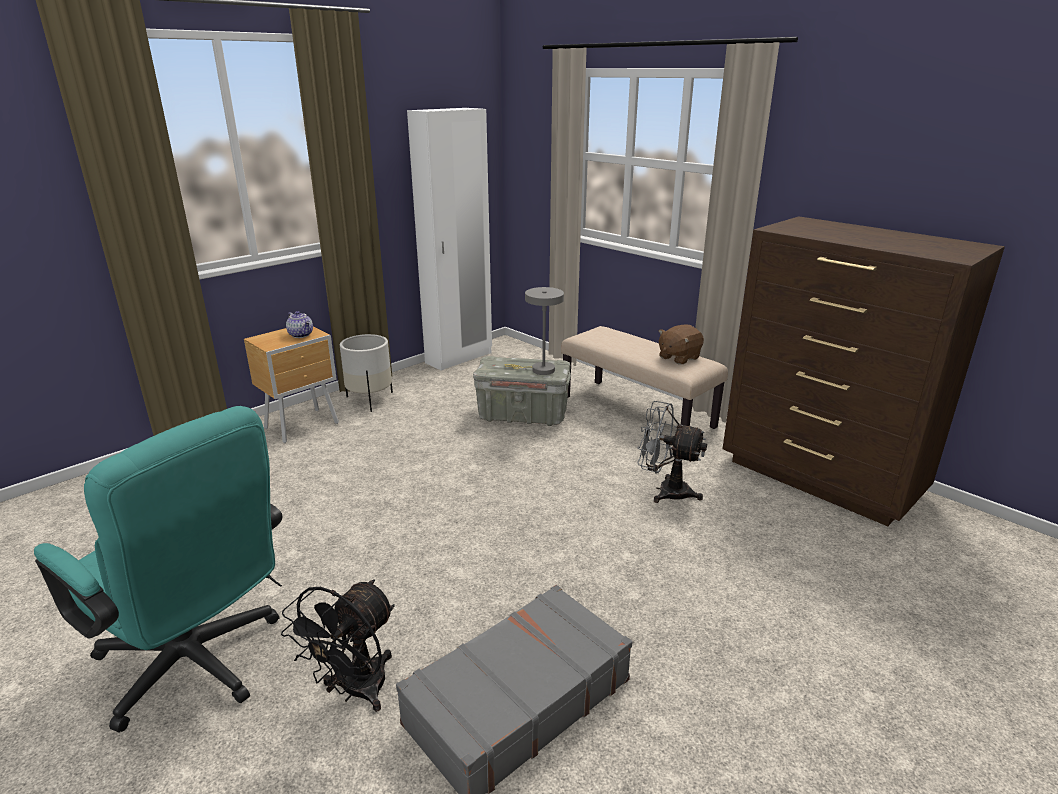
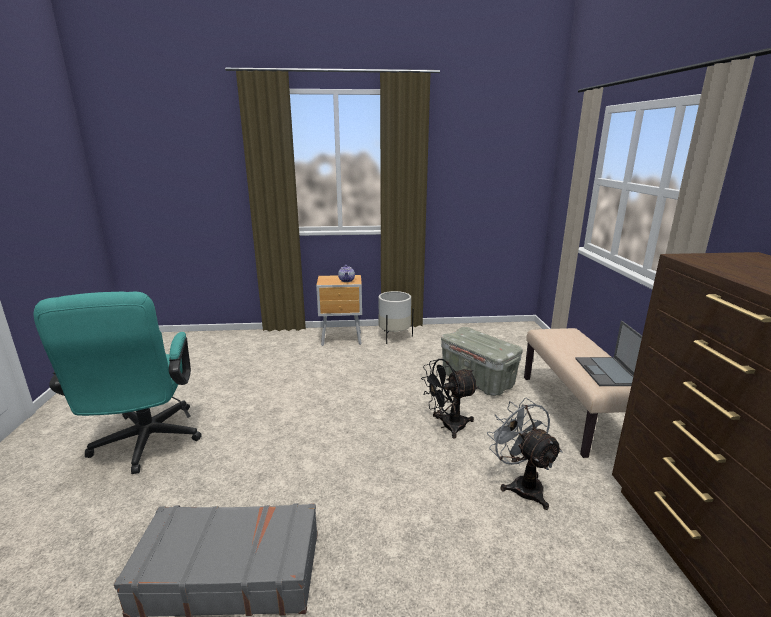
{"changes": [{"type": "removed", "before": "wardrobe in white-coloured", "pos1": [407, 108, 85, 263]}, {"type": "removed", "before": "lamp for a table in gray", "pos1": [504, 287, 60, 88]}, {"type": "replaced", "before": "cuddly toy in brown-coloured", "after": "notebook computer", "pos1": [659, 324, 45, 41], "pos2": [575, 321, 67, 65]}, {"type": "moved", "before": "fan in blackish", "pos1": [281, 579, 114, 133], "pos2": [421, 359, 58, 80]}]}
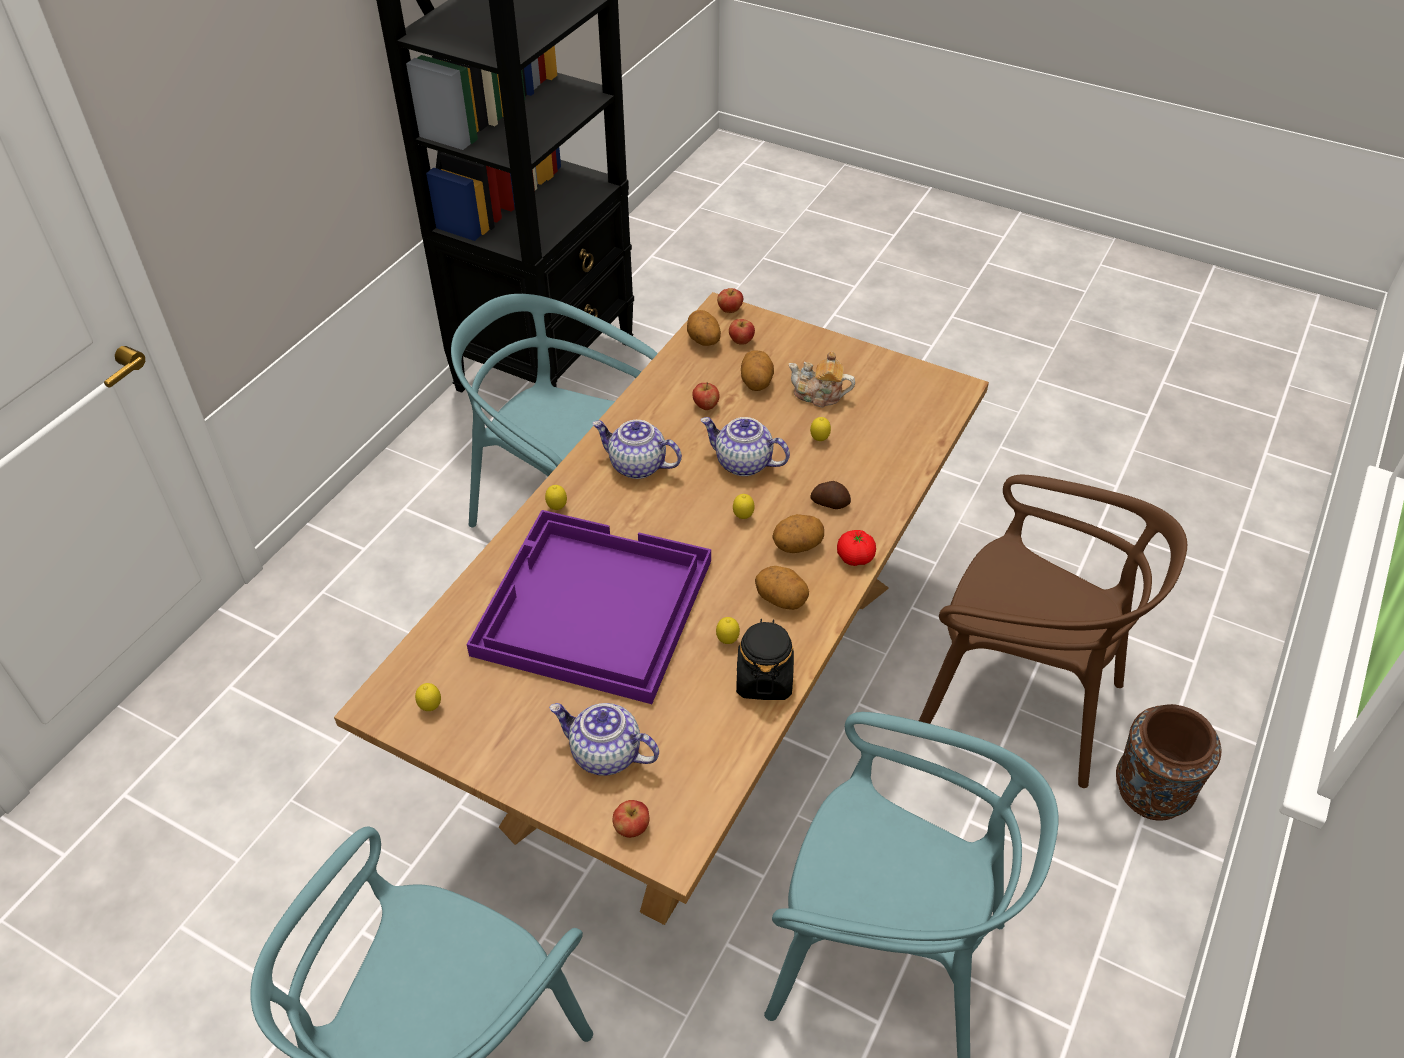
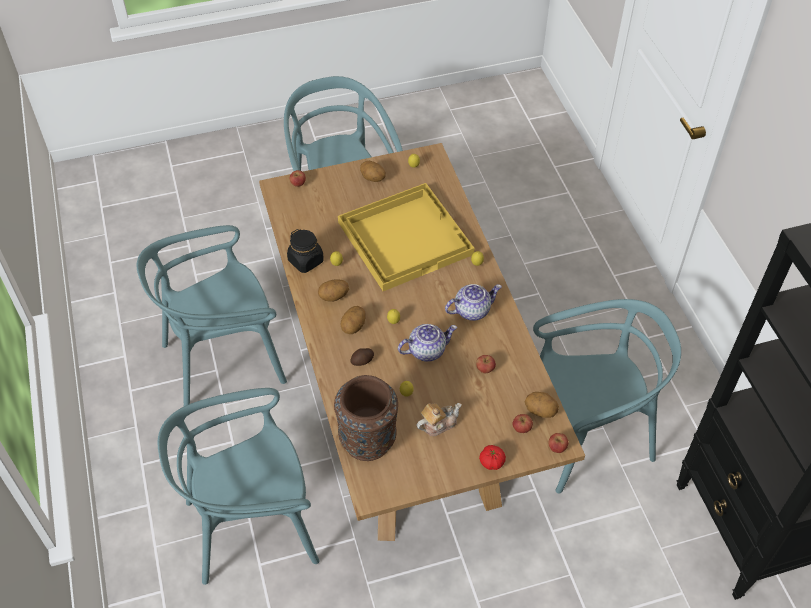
{"changes": [{"type": "moved", "before": "potato", "pos1": [741, 350, 33, 41], "pos2": [360, 161, 26, 21]}, {"type": "recoloured", "before": "chair in brown-coloured", "after": "chair in turquoise", "pos1": [919, 475, 268, 313], "pos2": [158, 388, 162, 197]}, {"type": "recoloured", "before": "serving tray in purple", "after": "serving tray in yellow-coloured", "pos1": [467, 510, 244, 194], "pos2": [338, 183, 137, 108]}, {"type": "moved", "before": "whole tomato", "pos1": [837, 530, 39, 36], "pos2": [479, 445, 27, 25]}, {"type": "removed", "before": "pot for tea", "pos1": [549, 703, 110, 73]}, {"type": "moved", "before": "decorative vase in brown-coloured", "pos1": [1116, 704, 105, 117], "pos2": [334, 375, 64, 86]}]}
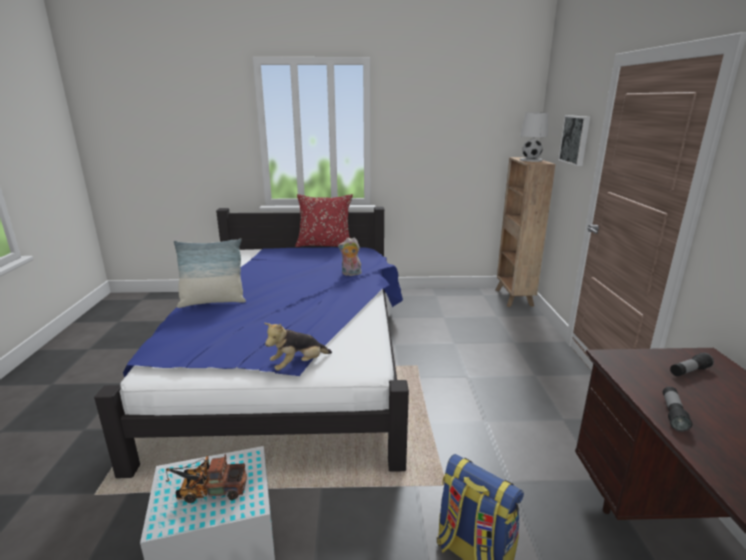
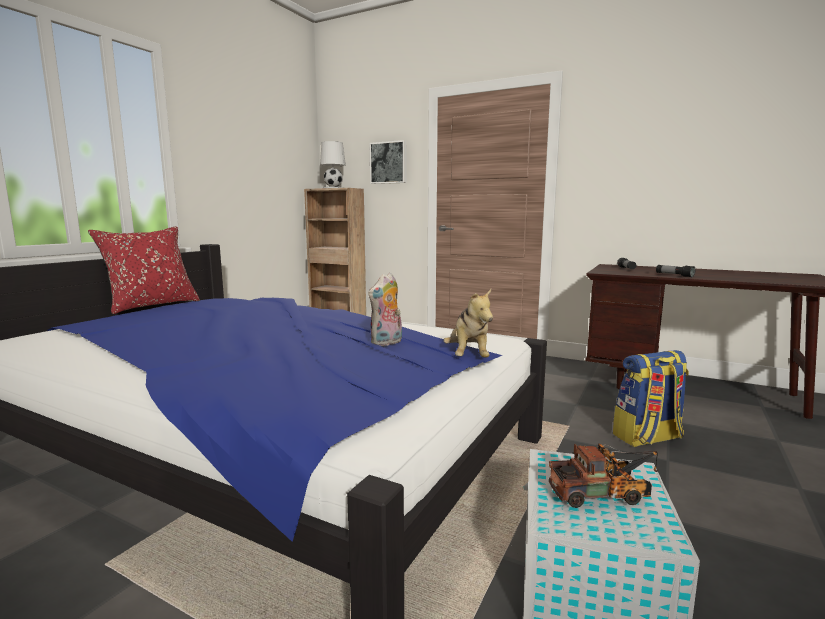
{"changes": [{"type": "moved", "before": "cuddly toy", "pos1": [338, 237, 24, 39], "pos2": [368, 273, 34, 73]}, {"type": "removed", "before": "cushion", "pos1": [174, 238, 72, 70]}, {"type": "turned", "before": "toy lorry", "pos1": [166, 454, 81, 49], "pos2": [549, 443, 109, 65], "turn": -120}]}
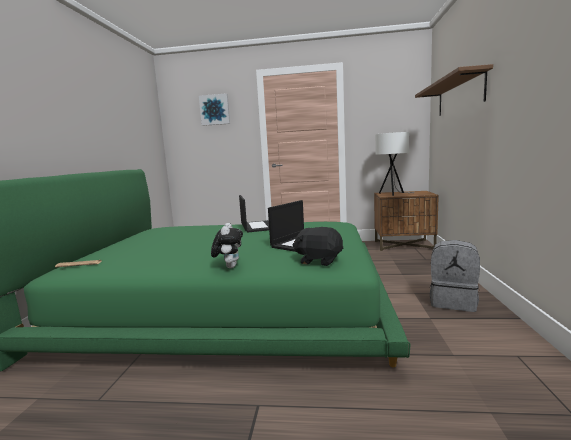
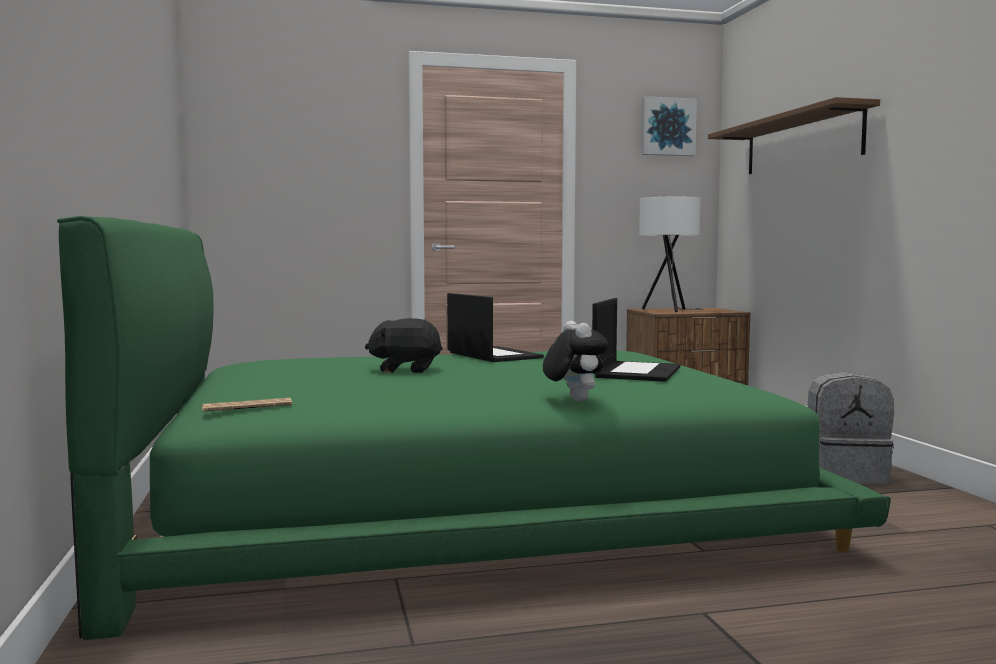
{"changes": [{"type": "moved", "before": "wall picture", "pos1": [199, 93, 31, 33], "pos2": [641, 96, 56, 60]}, {"type": "moved", "before": "cuddly toy in blackish", "pos1": [293, 227, 50, 39], "pos2": [365, 318, 78, 55]}]}
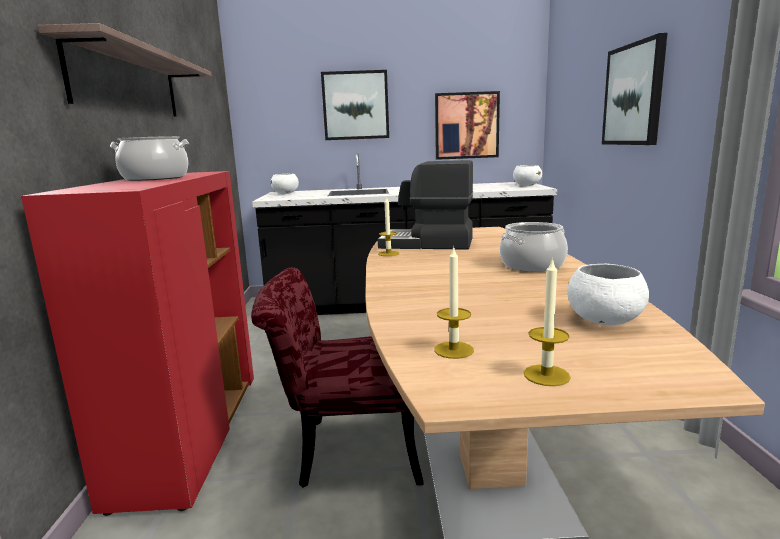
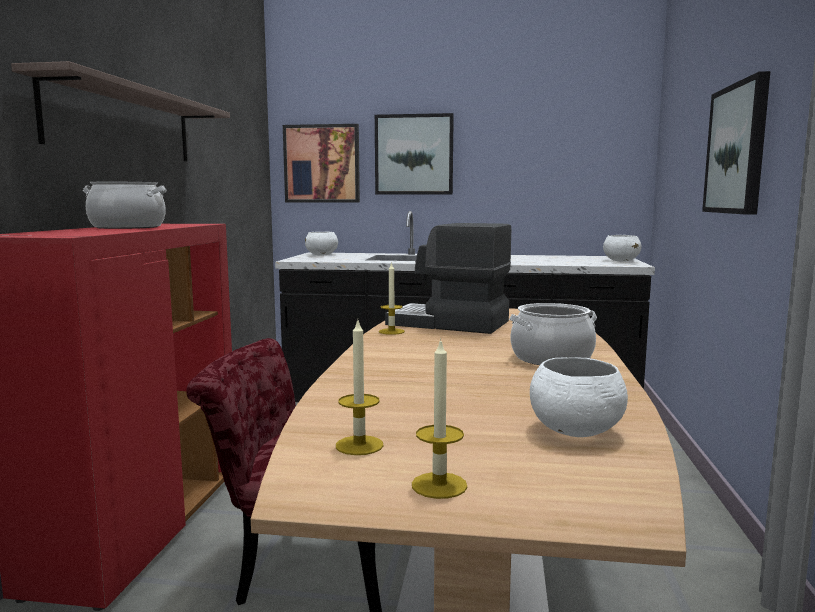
{"changes": [{"type": "moved", "before": "wall picture", "pos1": [435, 91, 65, 69], "pos2": [283, 124, 77, 79]}]}
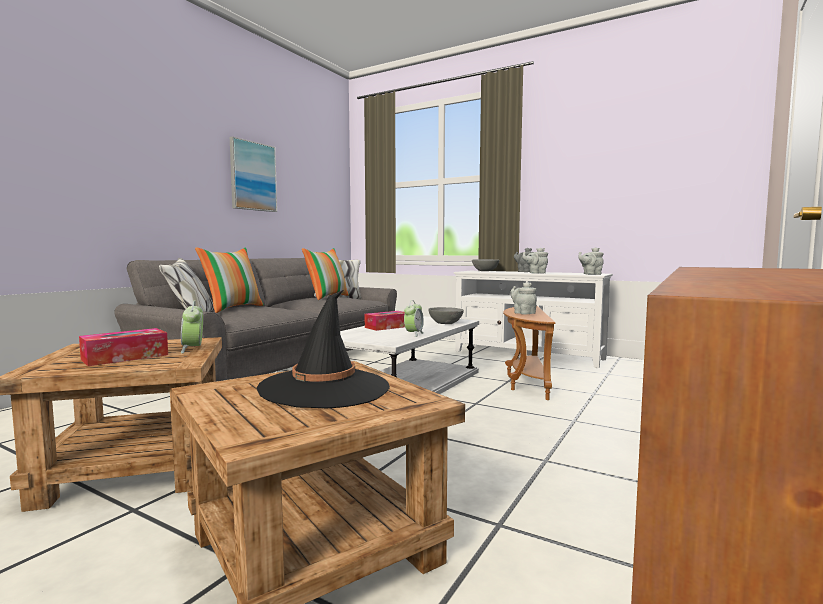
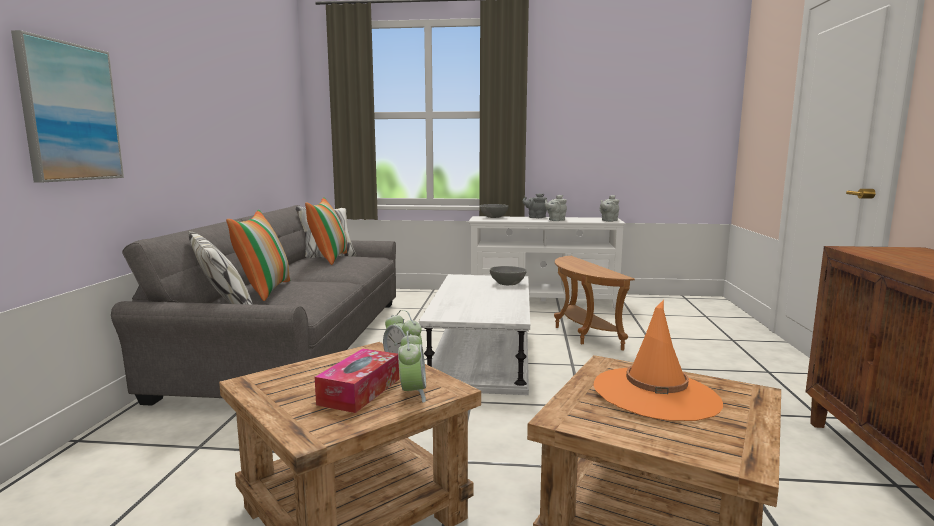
{"changes": [{"type": "moved", "before": "wall picture", "pos1": [230, 136, 47, 76], "pos2": [11, 30, 113, 153]}, {"type": "removed", "before": "pot for tea in gray", "pos1": [510, 282, 27, 33]}, {"type": "recoloured", "before": "hat in blackish", "after": "hat in orangey", "pos1": [257, 290, 133, 118], "pos2": [593, 300, 130, 121]}, {"type": "moved", "before": "bedside clock", "pos1": [404, 300, 20, 37], "pos2": [398, 331, 28, 72]}, {"type": "removed", "before": "box of tissues", "pos1": [365, 311, 40, 20]}]}
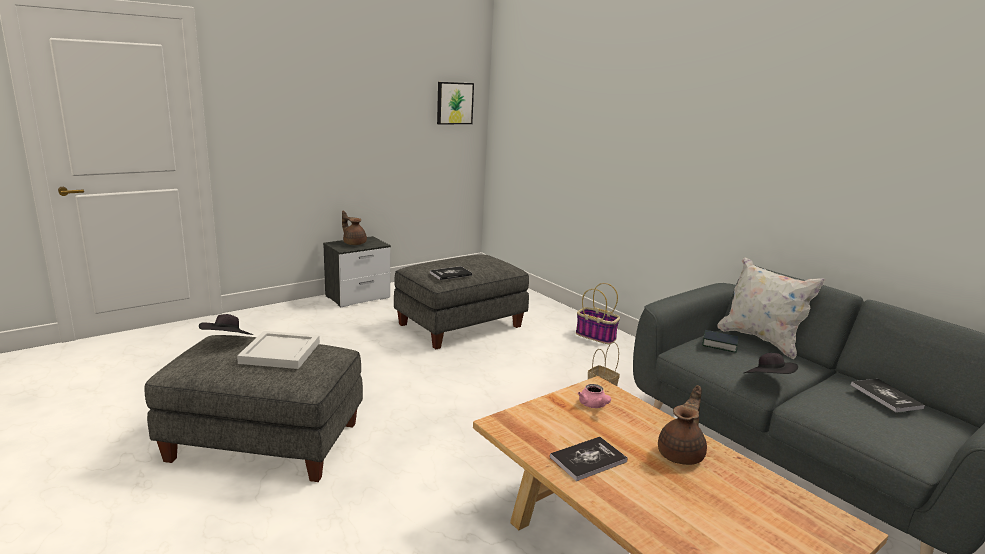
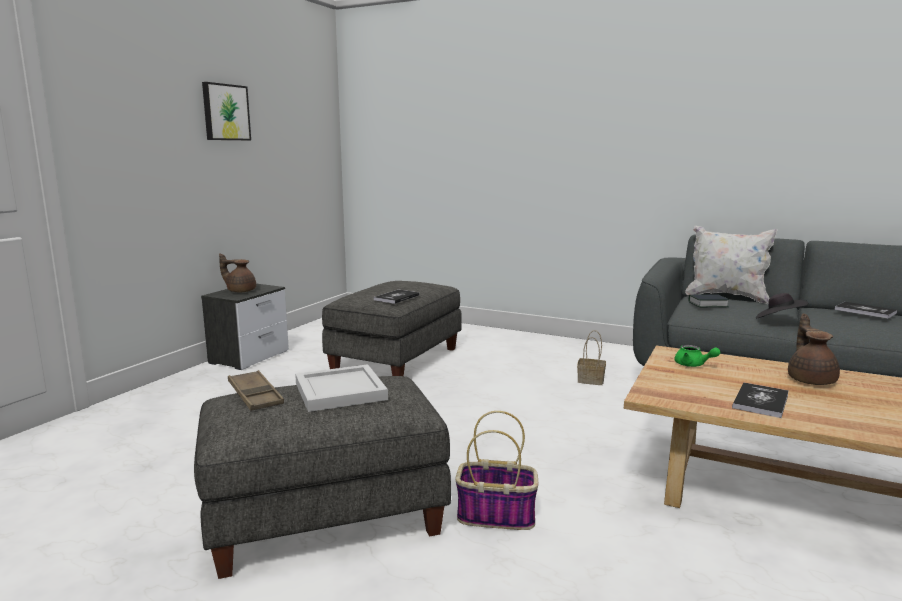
{"changes": [{"type": "moved", "before": "wall picture", "pos1": [437, 82, 37, 43], "pos2": [202, 82, 49, 58]}, {"type": "moved", "before": "basket", "pos1": [576, 283, 44, 61], "pos2": [455, 411, 83, 119]}, {"type": "replaced", "before": "hat in blackish", "after": "serving tray in brown-coloured", "pos1": [199, 314, 54, 21], "pos2": [228, 370, 56, 41]}, {"type": "recoloured", "before": "pot for tea in pinkish", "after": "pot for tea in green-coloured", "pos1": [578, 384, 33, 24], "pos2": [675, 345, 45, 22]}]}
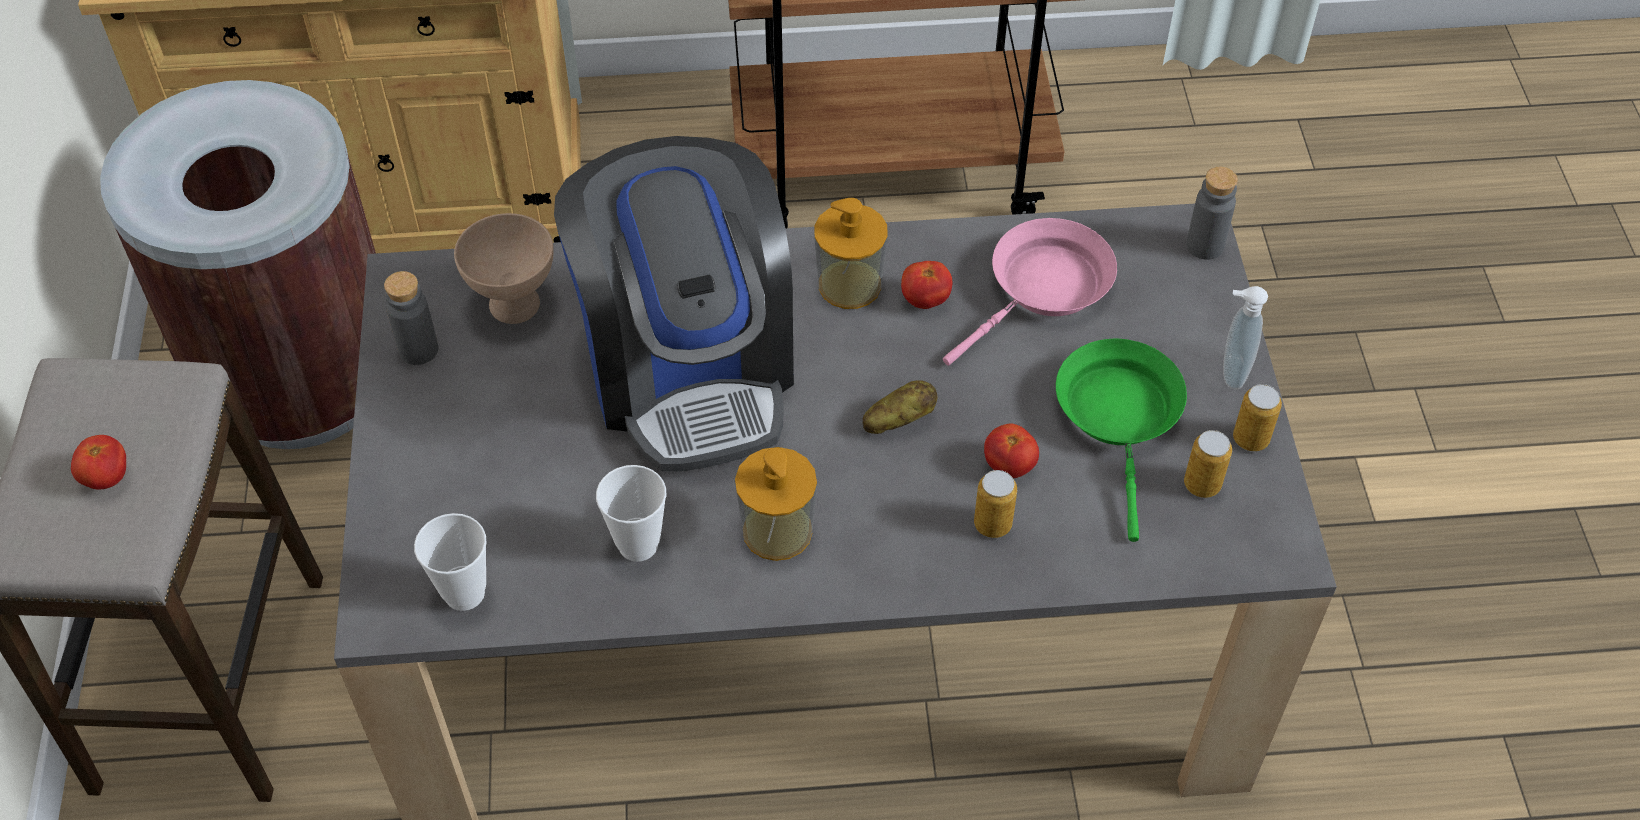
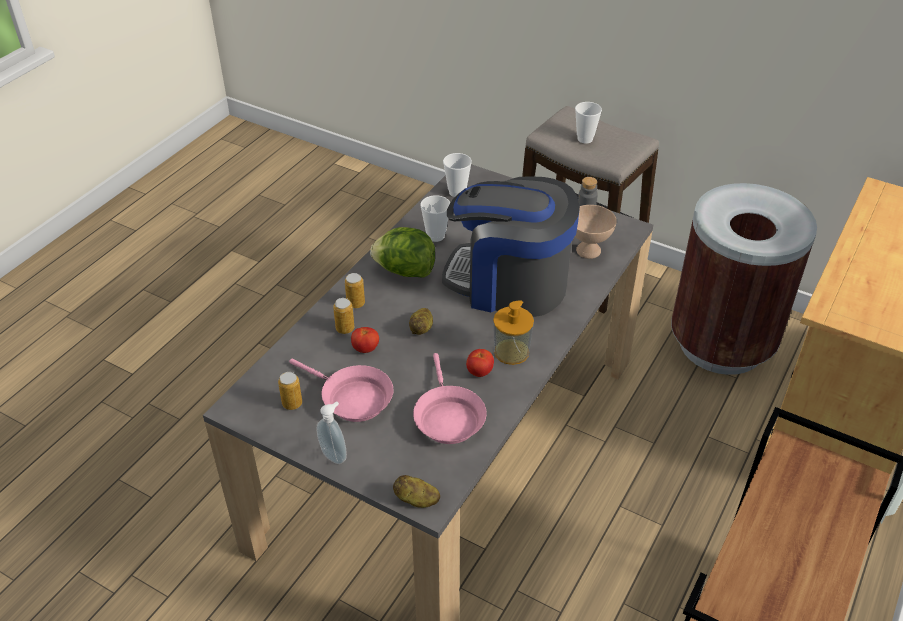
{"changes": [{"type": "replaced", "before": "bottle in gray", "after": "potato", "pos1": [1186, 167, 52, 93], "pos2": [393, 475, 47, 33]}, {"type": "recoloured", "before": "pan in green-coloured", "after": "pan in pinkish", "pos1": [1056, 338, 131, 204], "pos2": [289, 359, 104, 63]}, {"type": "moved", "before": "sealed can", "pos1": [1233, 384, 49, 67], "pos2": [345, 273, 20, 35]}, {"type": "replaced", "before": "whole tomato", "after": "drinking cup", "pos1": [71, 435, 55, 55], "pos2": [575, 102, 27, 42]}, {"type": "replaced", "before": "liquid soap bottle", "after": "lettuce", "pos1": [735, 447, 82, 114], "pos2": [370, 227, 65, 51]}]}
